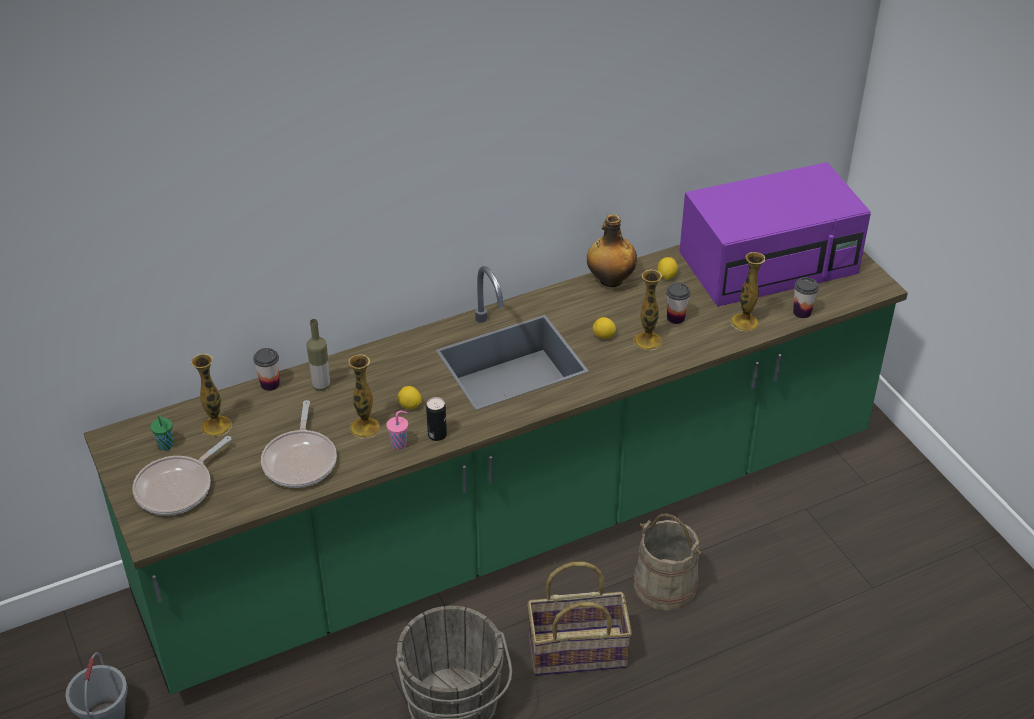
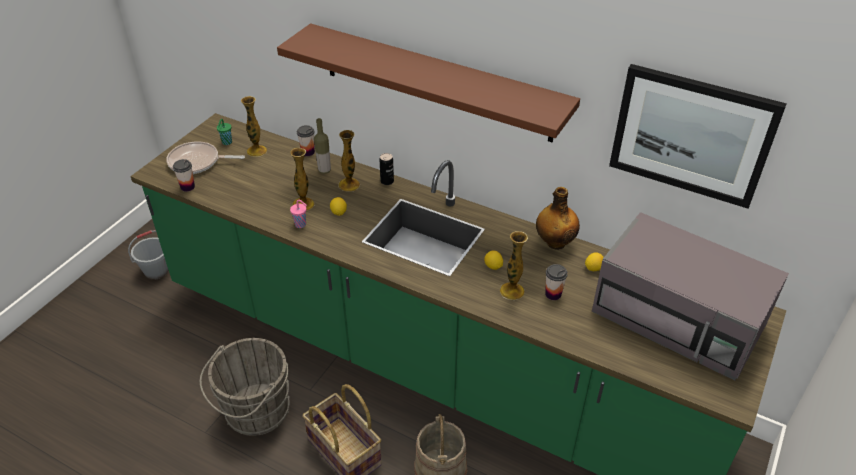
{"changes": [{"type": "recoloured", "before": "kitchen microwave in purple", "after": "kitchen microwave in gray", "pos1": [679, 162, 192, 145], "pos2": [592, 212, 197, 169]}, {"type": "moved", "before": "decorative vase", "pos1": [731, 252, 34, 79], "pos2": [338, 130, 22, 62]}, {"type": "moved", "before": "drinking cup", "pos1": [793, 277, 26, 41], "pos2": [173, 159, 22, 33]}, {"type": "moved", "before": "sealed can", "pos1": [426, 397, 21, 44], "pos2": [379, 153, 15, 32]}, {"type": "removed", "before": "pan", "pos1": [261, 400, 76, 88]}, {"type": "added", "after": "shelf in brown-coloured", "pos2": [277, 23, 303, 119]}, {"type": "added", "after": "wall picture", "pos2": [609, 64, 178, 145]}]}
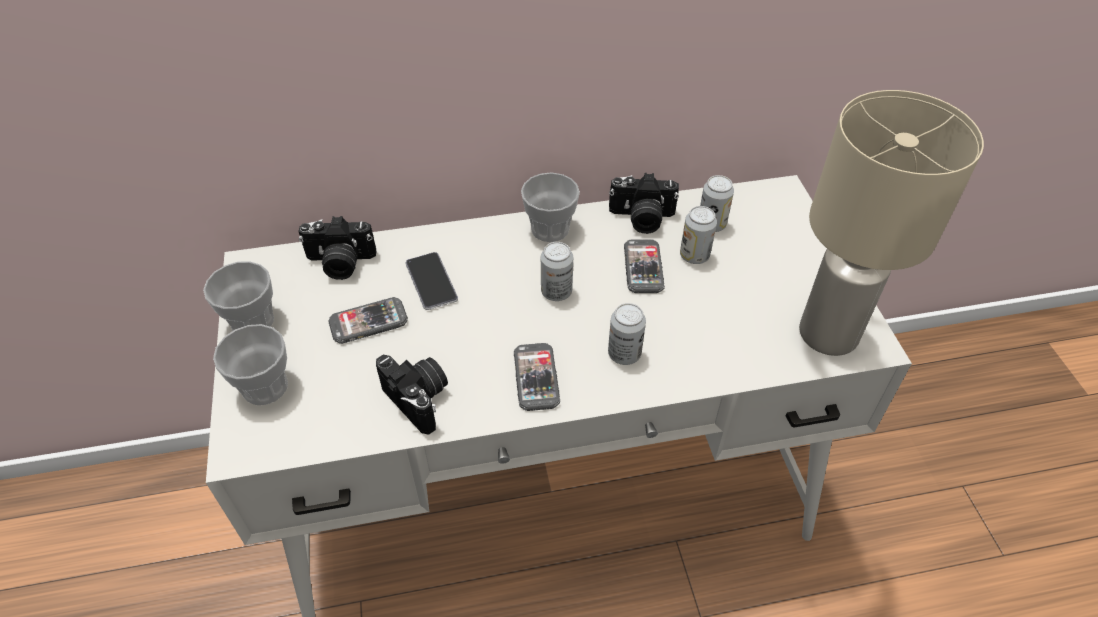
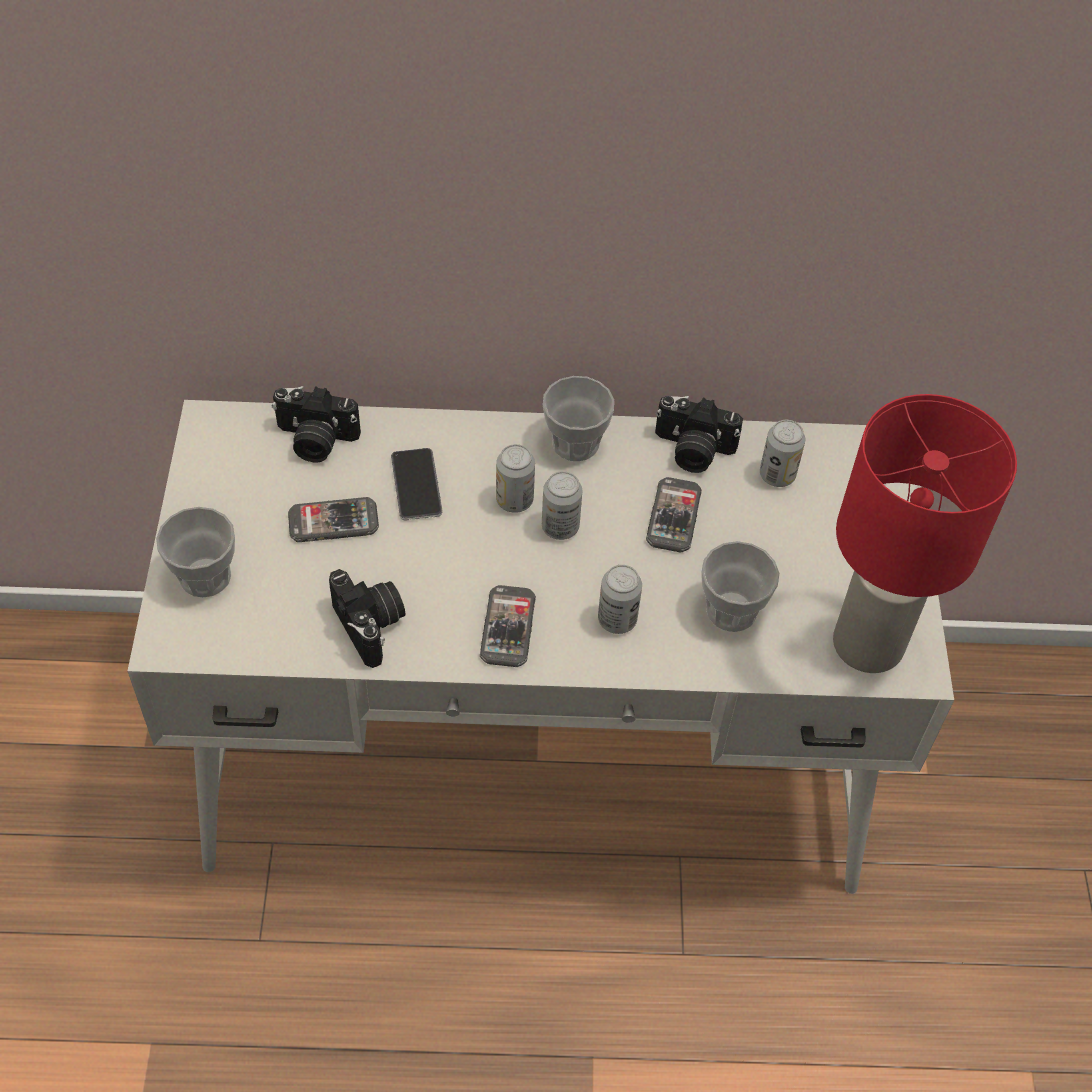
{"changes": [{"type": "recoloured", "before": "lamp for a table in sand-coloured", "after": "lamp for a table in reddish", "pos1": [799, 90, 185, 266], "pos2": [833, 394, 184, 279]}, {"type": "moved", "before": "sealed can", "pos1": [680, 206, 37, 58], "pos2": [496, 444, 39, 69]}, {"type": "moved", "before": "drinking cup", "pos1": [203, 261, 71, 70], "pos2": [701, 541, 79, 91]}]}
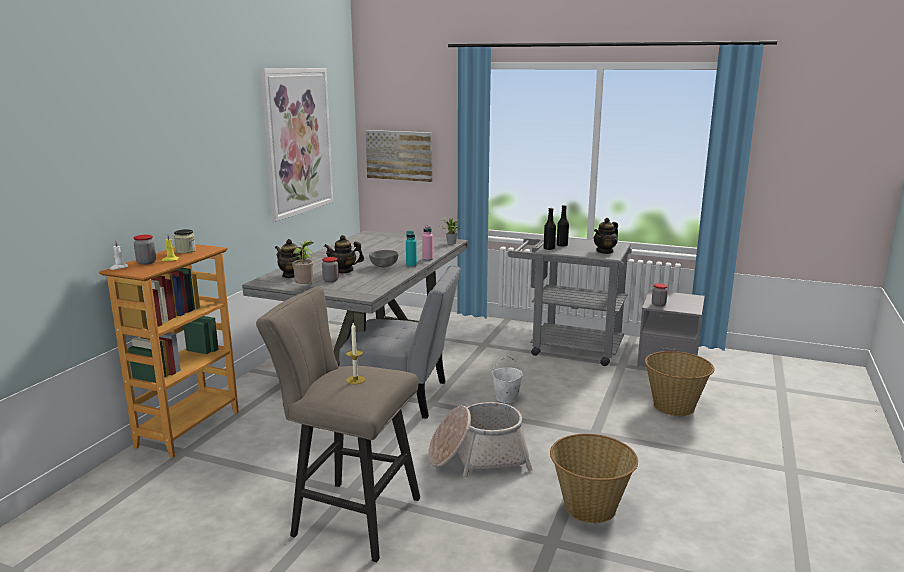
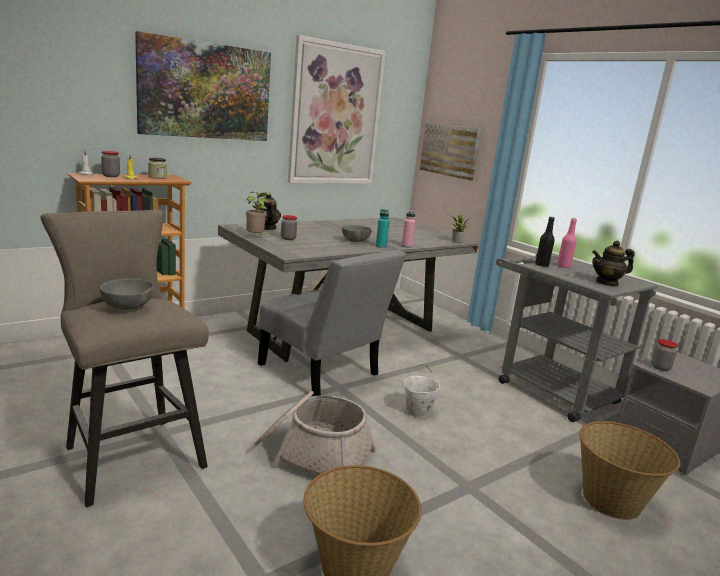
{"changes": [{"type": "recoloured", "before": "bottle in blackish", "after": "bottle in pinkish", "pos1": [557, 205, 12, 41], "pos2": [557, 218, 20, 50]}, {"type": "removed", "before": "pot for tea", "pos1": [324, 235, 40, 38]}, {"type": "replaced", "before": "candle", "after": "serving bowl in gray", "pos1": [346, 323, 19, 61], "pos2": [100, 279, 54, 31]}, {"type": "added", "after": "wall picture", "pos2": [135, 31, 136, 110]}]}
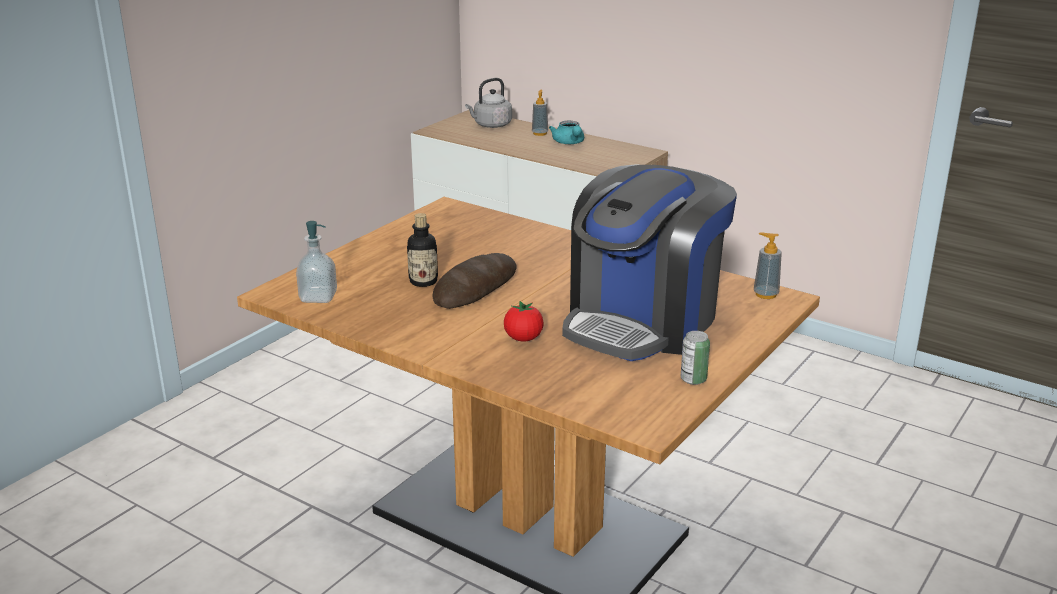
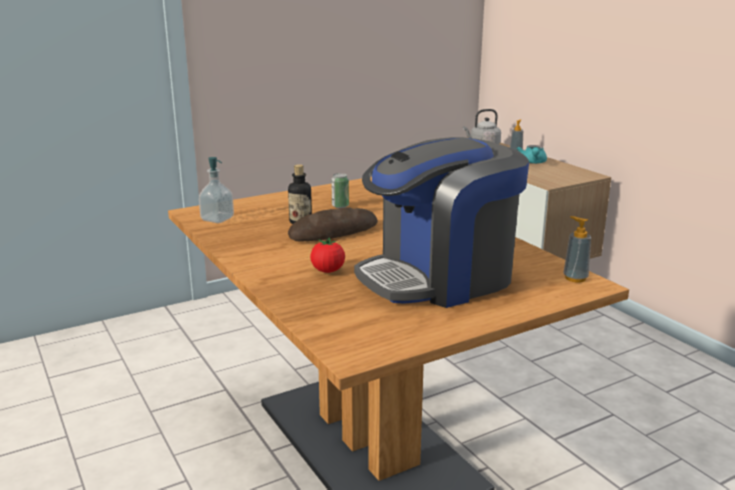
{"changes": [{"type": "moved", "before": "sealed can", "pos1": [681, 331, 29, 54], "pos2": [331, 173, 18, 35]}]}
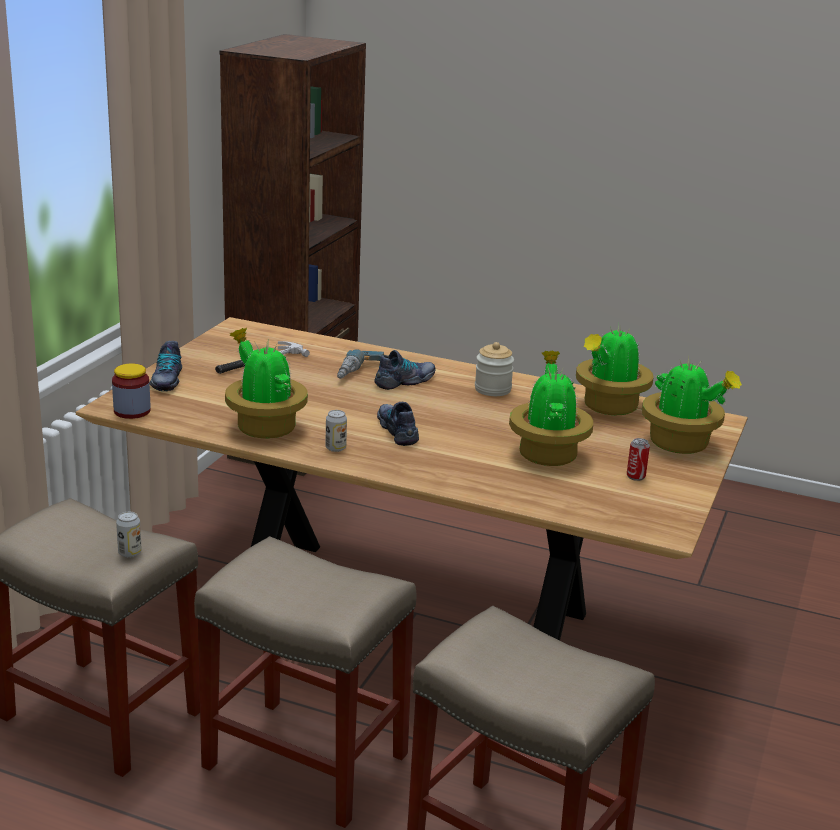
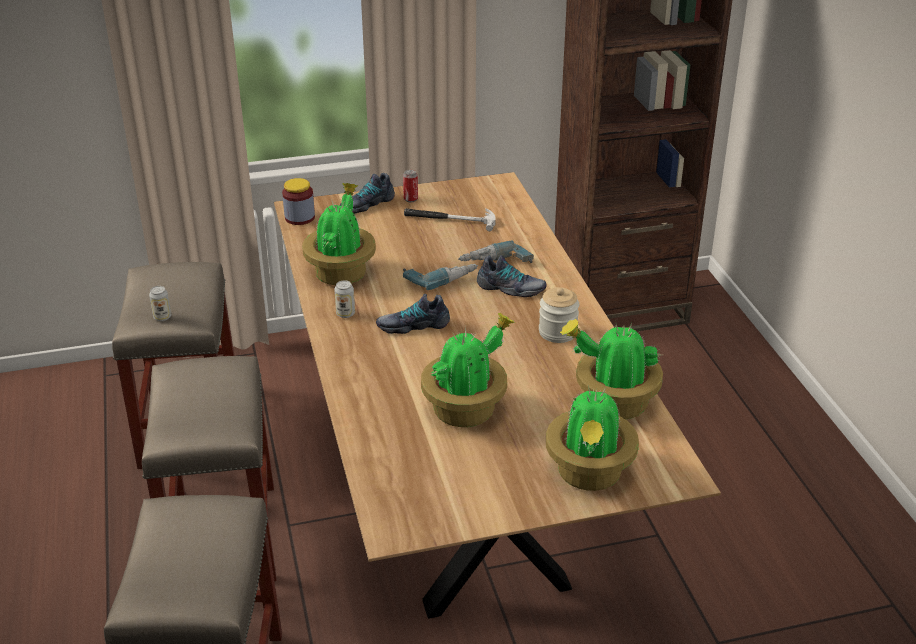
{"changes": [{"type": "turned", "before": "shoe", "pos1": [377, 402, 42, 44], "pos2": [376, 294, 74, 40], "turn": -135}, {"type": "moved", "before": "sealed can", "pos1": [627, 438, 23, 43], "pos2": [403, 170, 15, 32]}, {"type": "added", "after": "power drill", "pos2": [403, 264, 75, 26]}]}
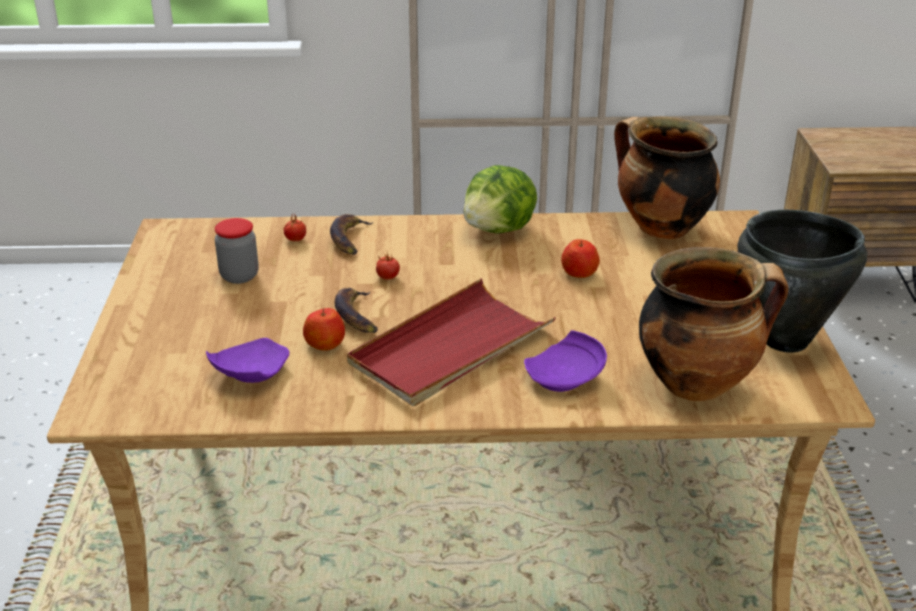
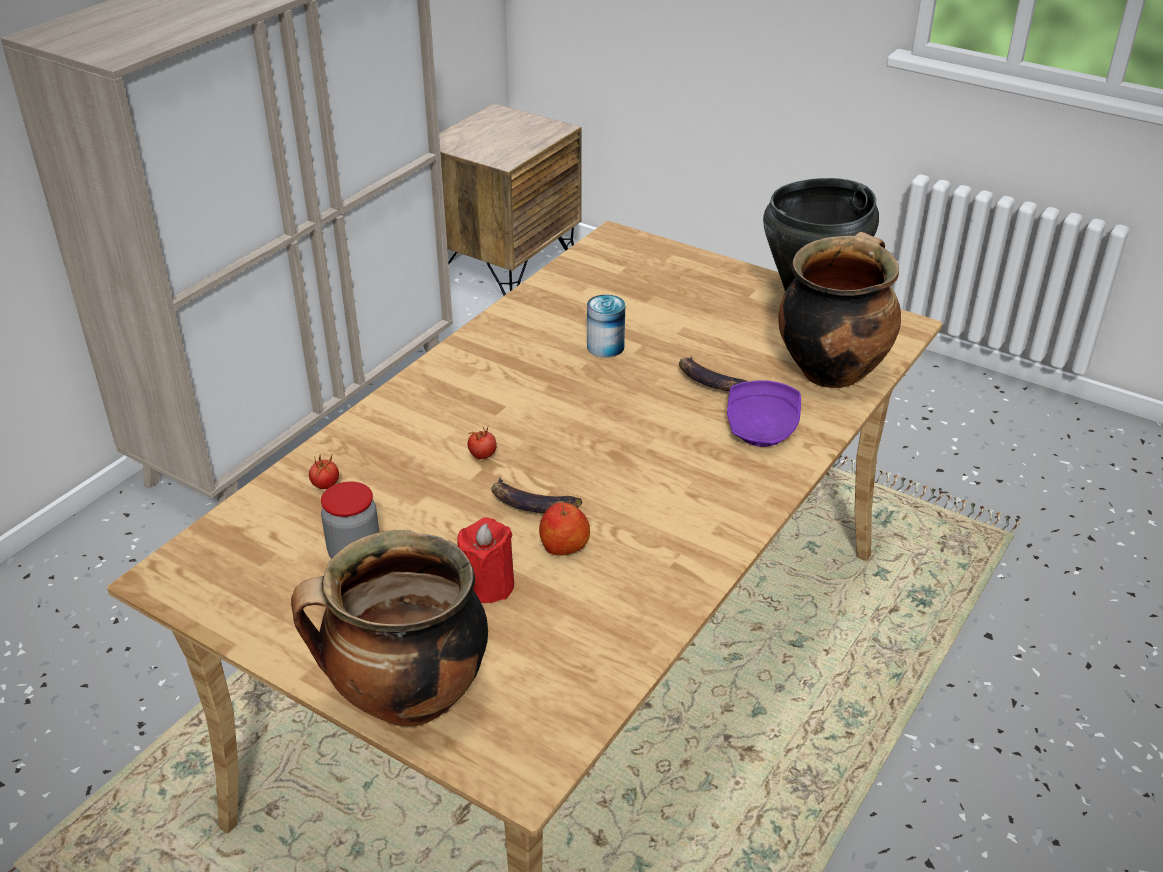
{"changes": [{"type": "moved", "before": "stockpot", "pos1": [614, 117, 106, 122], "pos2": [291, 530, 197, 197]}, {"type": "removed", "before": "lettuce", "pos1": [463, 165, 74, 68]}, {"type": "moved", "before": "whole banana", "pos1": [330, 214, 43, 41], "pos2": [679, 356, 68, 36]}, {"type": "replaced", "before": "whole apple", "after": "sealed can", "pos1": [561, 239, 39, 39], "pos2": [587, 295, 38, 63]}, {"type": "removed", "before": "serving tray in reddish", "pos1": [347, 278, 209, 128]}, {"type": "removed", "before": "plate in purple", "pos1": [206, 338, 83, 45]}, {"type": "added", "after": "candle in reddish", "pos2": [457, 518, 57, 85]}]}
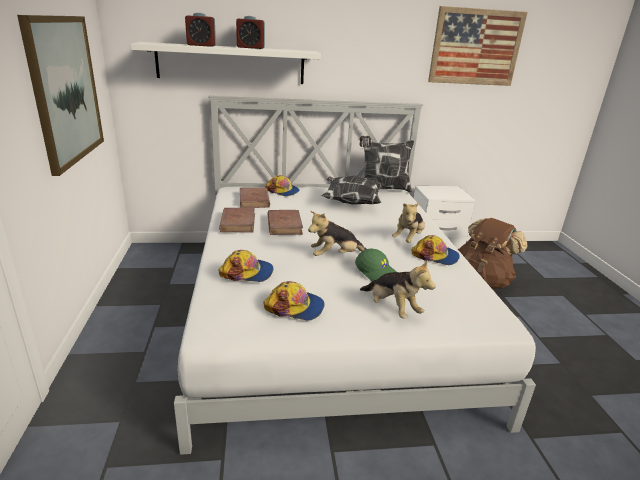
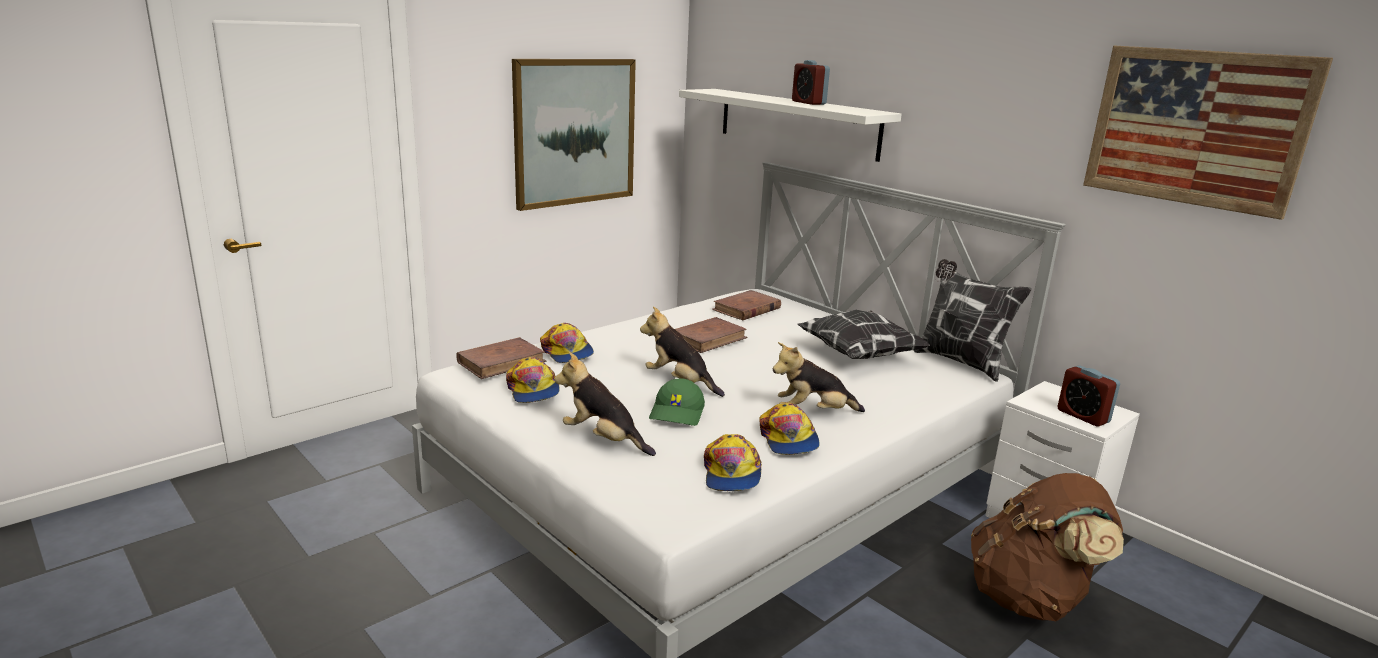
{"changes": [{"type": "moved", "before": "bedside clock", "pos1": [185, 13, 31, 34], "pos2": [1057, 366, 63, 60]}, {"type": "moved", "before": "cap", "pos1": [265, 175, 35, 21], "pos2": [704, 434, 58, 57]}, {"type": "moved", "before": "volume in brown-coloured", "pos1": [219, 208, 36, 25], "pos2": [456, 337, 91, 42]}, {"type": "turned", "before": "cuddly toy", "pos1": [360, 260, 76, 59], "pos2": [554, 352, 102, 104], "turn": 105}]}
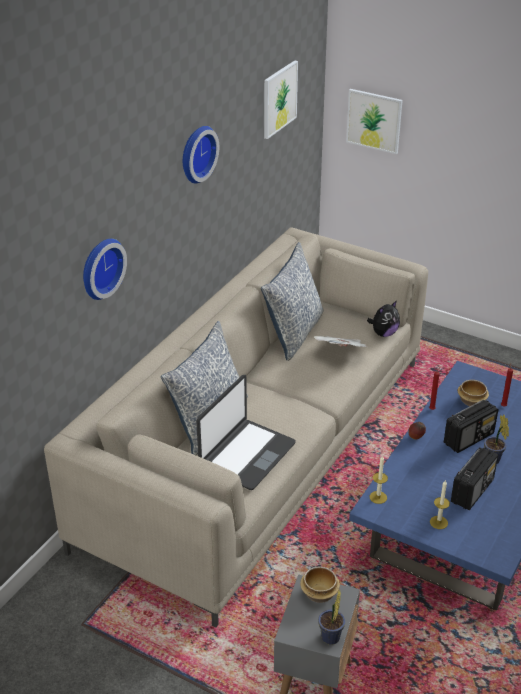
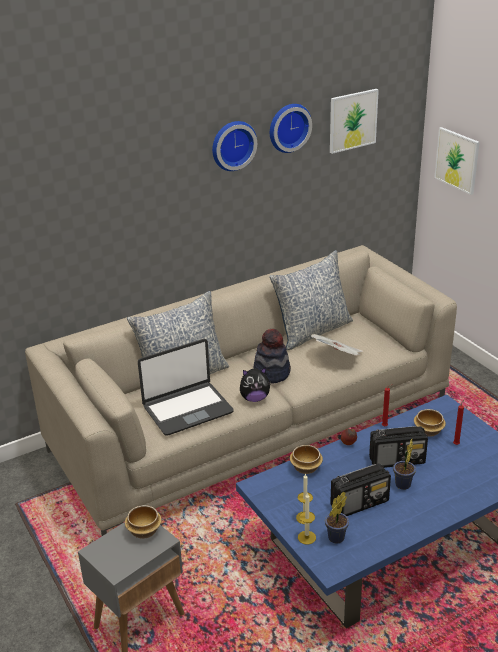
{"changes": [{"type": "moved", "before": "wall clock", "pos1": [83, 239, 44, 61], "pos2": [270, 104, 42, 49]}, {"type": "moved", "before": "cuddly toy", "pos1": [367, 301, 33, 36], "pos2": [240, 367, 31, 35]}, {"type": "moved", "before": "candle", "pos1": [370, 455, 18, 49], "pos2": [298, 493, 18, 52]}, {"type": "moved", "before": "houseplant", "pos1": [318, 590, 27, 55], "pos2": [325, 492, 24, 52]}, {"type": "added", "after": "hat", "pos2": [253, 329, 38, 55]}, {"type": "added", "after": "serving bowl", "pos2": [290, 445, 33, 29]}]}
